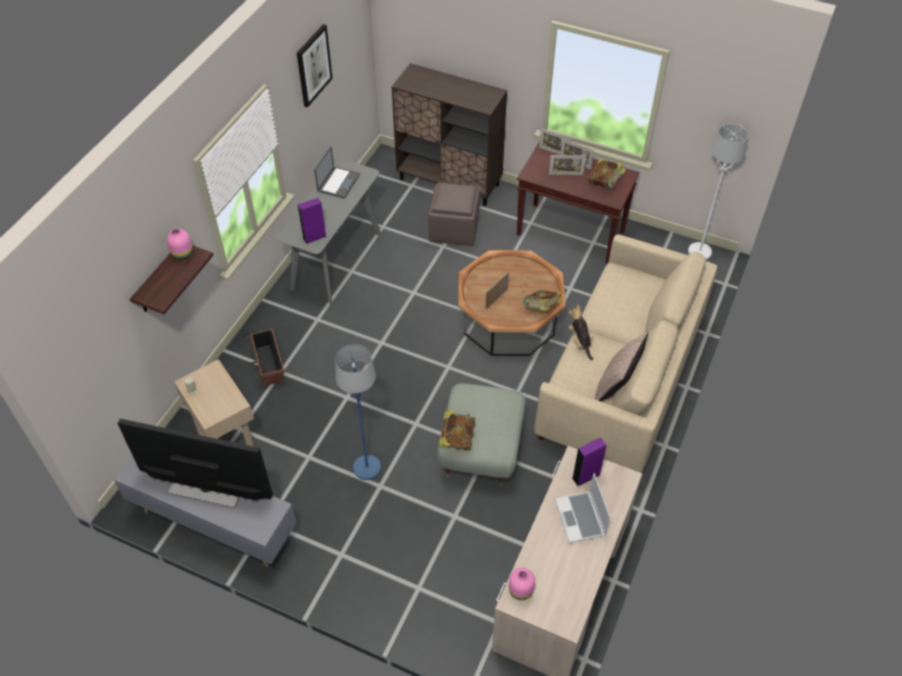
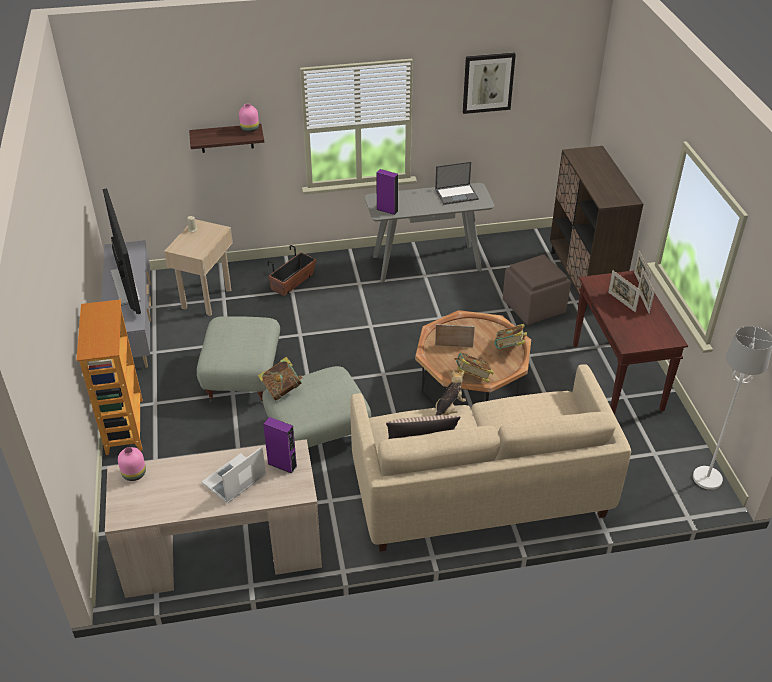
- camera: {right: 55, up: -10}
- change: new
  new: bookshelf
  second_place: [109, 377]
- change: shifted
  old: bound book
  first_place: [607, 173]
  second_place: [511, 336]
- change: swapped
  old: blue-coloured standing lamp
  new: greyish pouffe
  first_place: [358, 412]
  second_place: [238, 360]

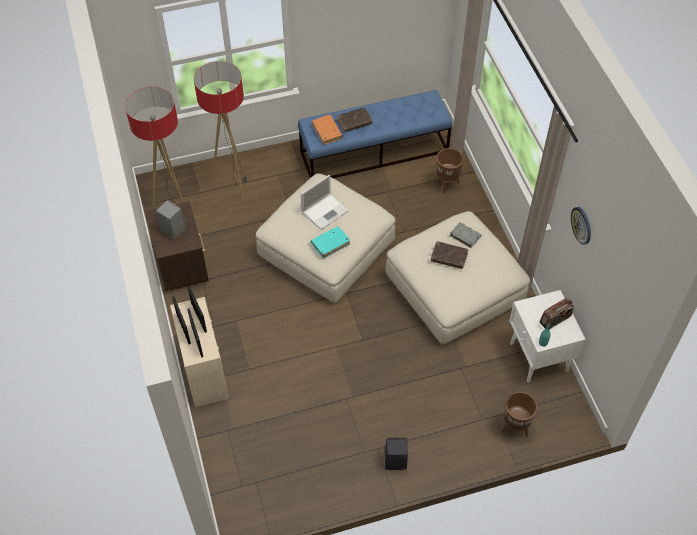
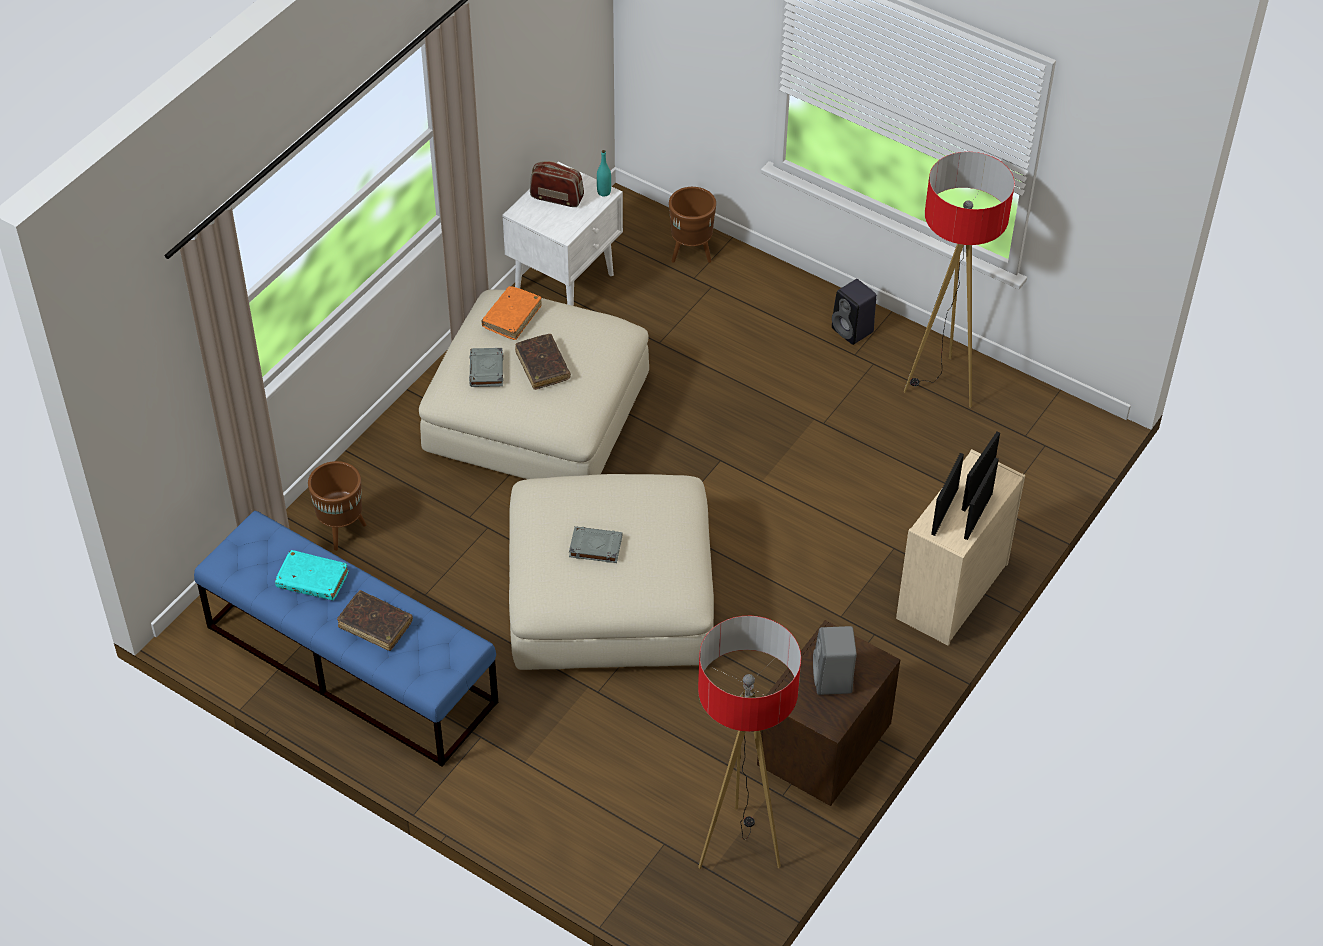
- camera: {right: -130, up: -5}
- change: gone
  old: hanging clock
  first_place: [581, 226]
- change: shifted
  old: standing lamp
  first_place: [220, 131]
  second_place: [959, 280]
- change: shifted
  old: blue-green bound book
  first_place: [330, 242]
  second_place: [312, 575]
- change: shifted
  old: orangey bound book
  first_place: [327, 130]
  second_place: [511, 313]
- change: swapped
  old: laptop
  new: greyish bound book
  first_place: [325, 202]
  second_place: [595, 544]

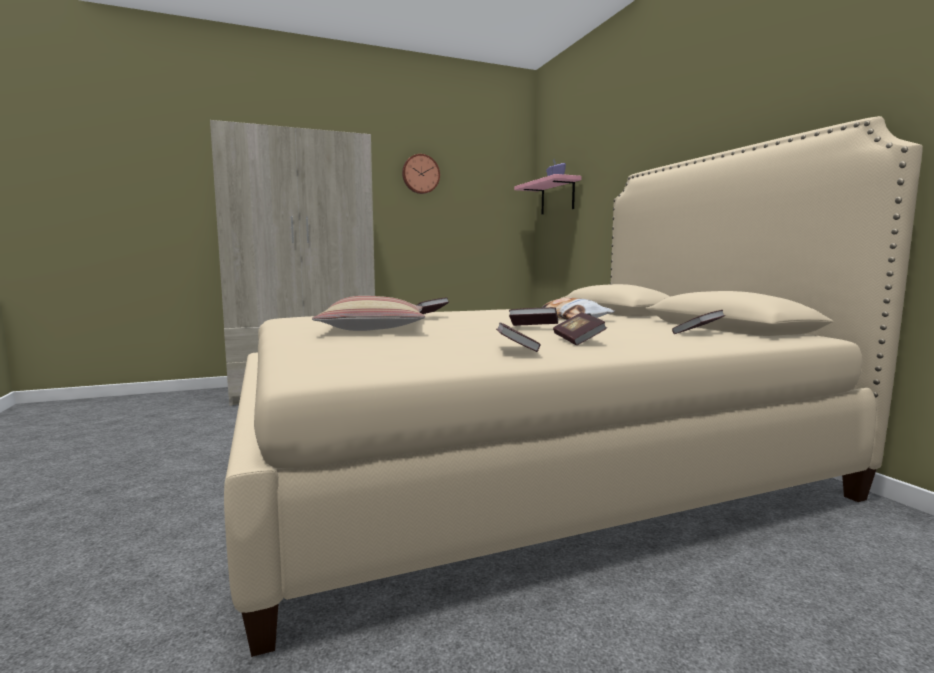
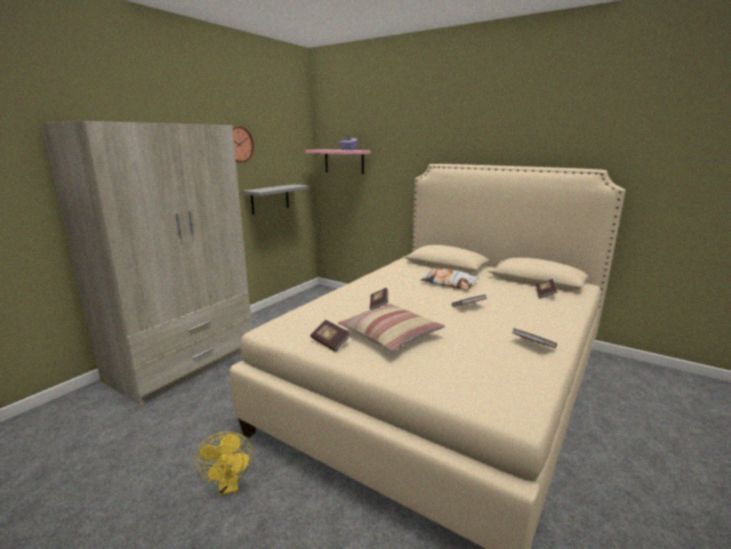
- camera: {right: -35, up: 10}
- change: new
  new: yellow-coloured fan
  second_place: [224, 464]
- change: new
  new: greyish wall shelf
  second_place: [276, 199]
- change: shifted
  old: bound book
  first_place: [580, 329]
  second_place: [330, 336]

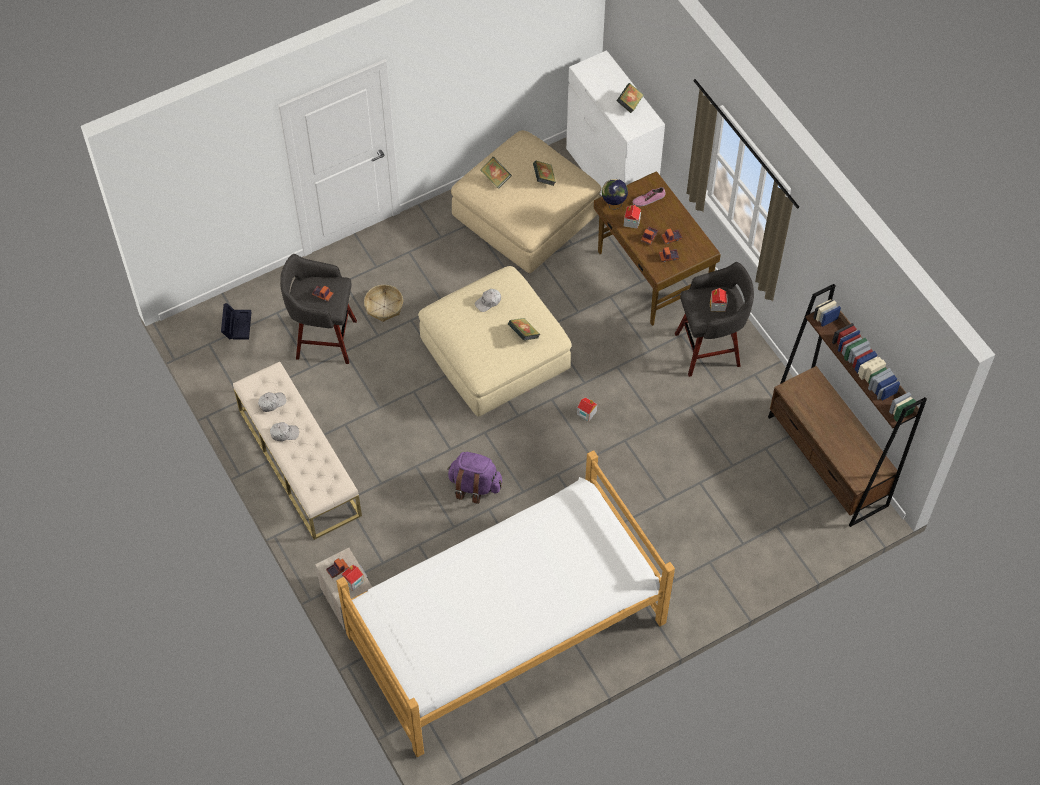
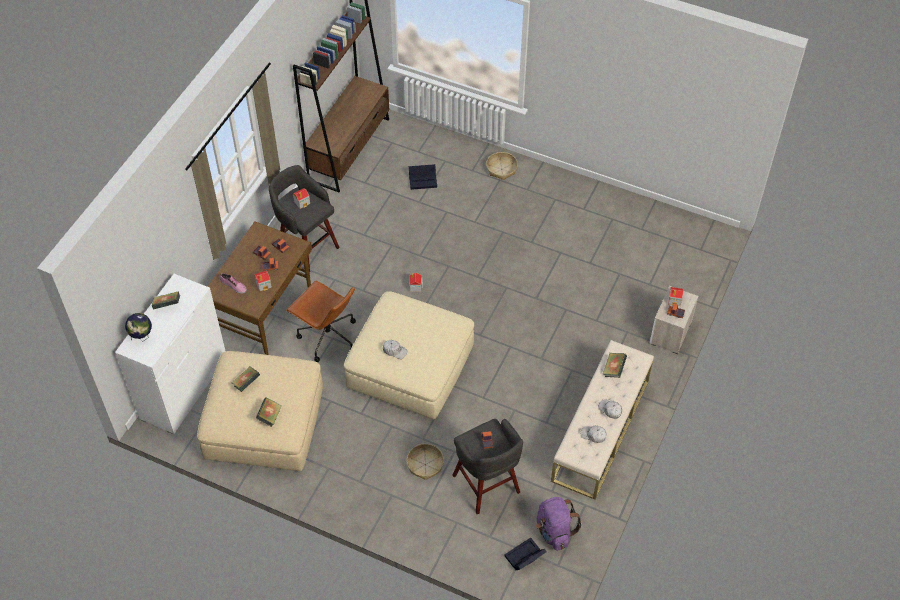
- camera: {right: -125, up: -5}
- change: gone
  old: sleeping bed
  first_place: [505, 603]
- change: new
  new: brown computer chair
  second_place: [321, 321]
- change: new
  new: black storage container
  second_place: [423, 177]
- change: new
  new: household basket
  second_place: [502, 166]
- change: shifted
  old: purple-coloured rucksack
  first_place: [474, 478]
  second_place: [559, 524]
- change: shifted
  old: bound book
  first_place: [524, 329]
  second_place: [615, 365]
- change: shifted
  old: world globe
  first_place: [615, 194]
  second_place: [138, 327]

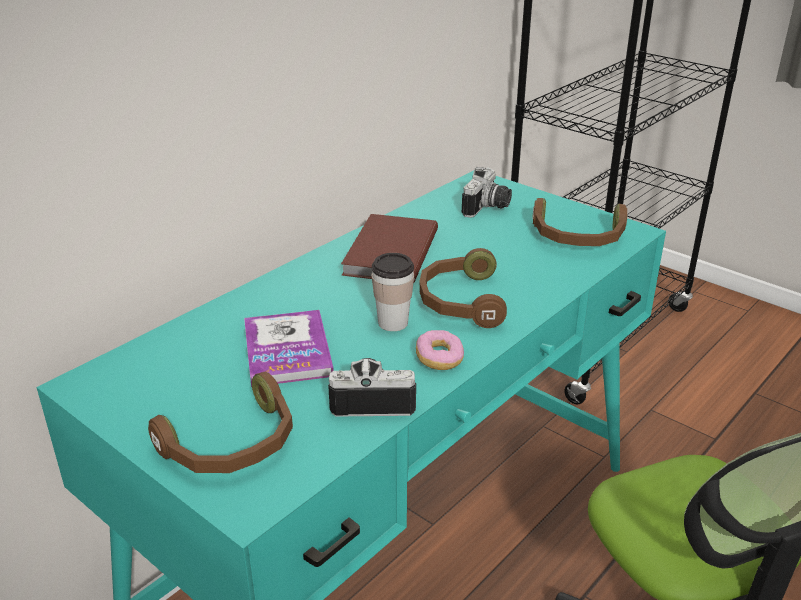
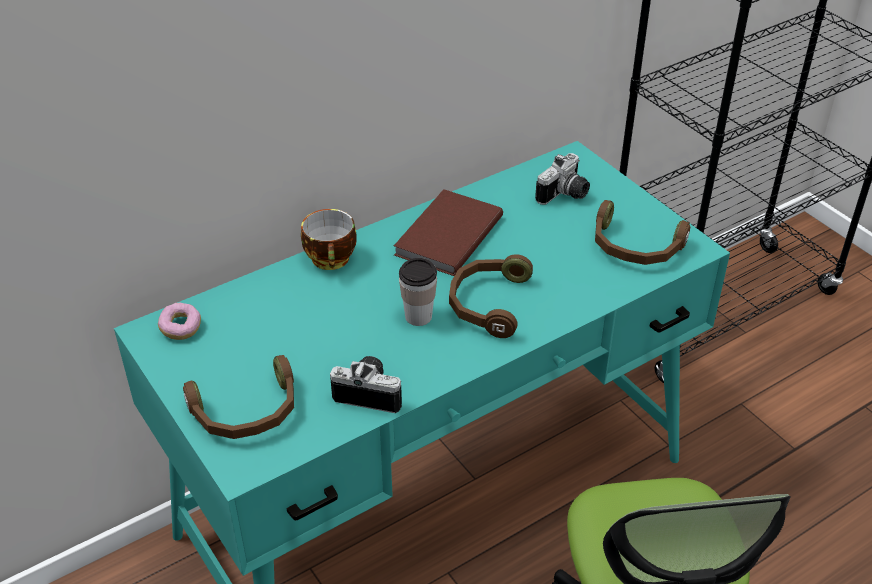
- camera: {right: 15, up: 10}
- change: gone
  old: bound book
  first_place: [289, 348]
- change: new
  new: cup
  second_place: [328, 239]
- change: shifted
  old: donut
  first_place: [440, 350]
  second_place: [179, 321]

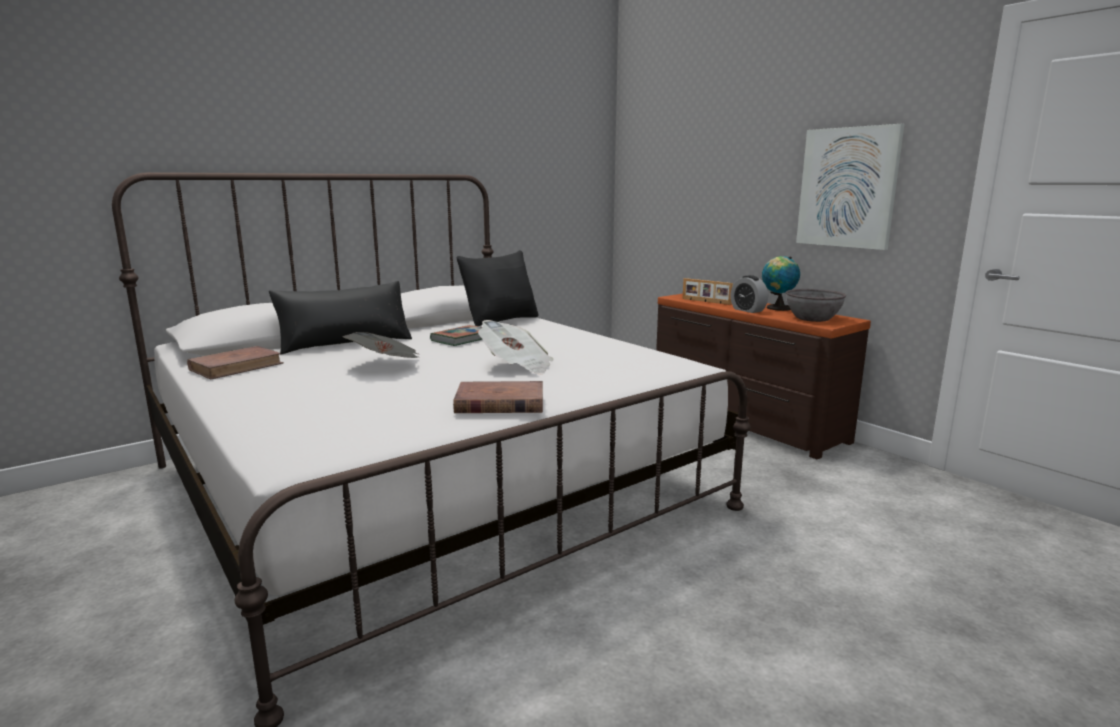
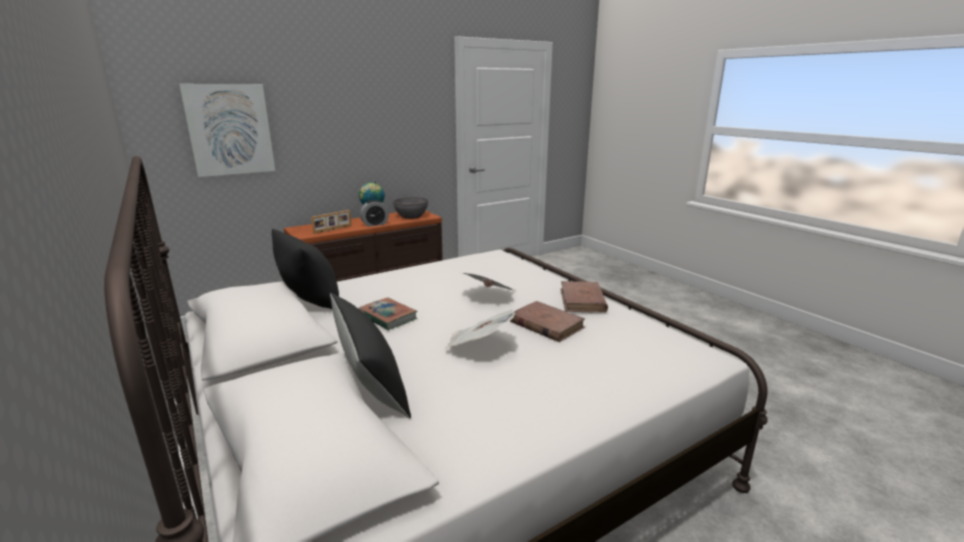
- camera: {right: -85, up: 5}
- change: shifted
  old: brown bound book
  first_place: [235, 362]
  second_place: [547, 321]
- change: shifted
  old: picture
  first_place: [850, 187]
  second_place: [227, 130]

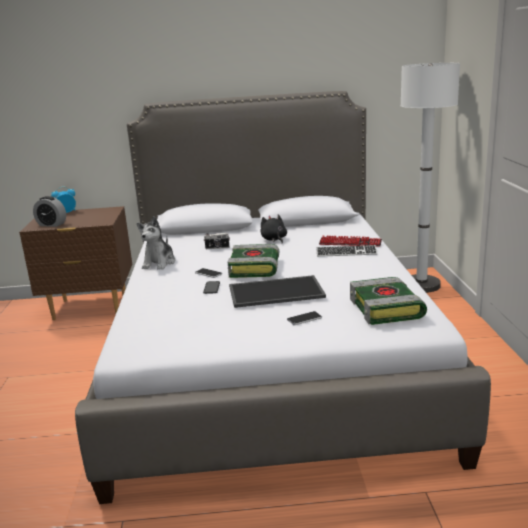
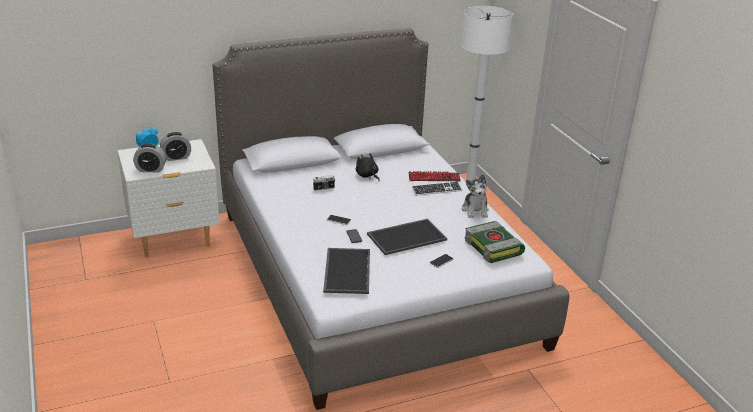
- camera: {right: -20, up: 10}
- change: gone
  old: bound book
  first_place: [254, 261]
- change: new
  new: bedside clock
  second_place: [175, 146]
- change: new
  new: carrying tray
  second_place: [346, 271]
- change: shifted
  old: plush toy
  first_place: [156, 243]
  second_place: [475, 196]
- change: repainted
  old: brown night table
  new: white night table
  first_place: [75, 263]
  second_place: [168, 198]

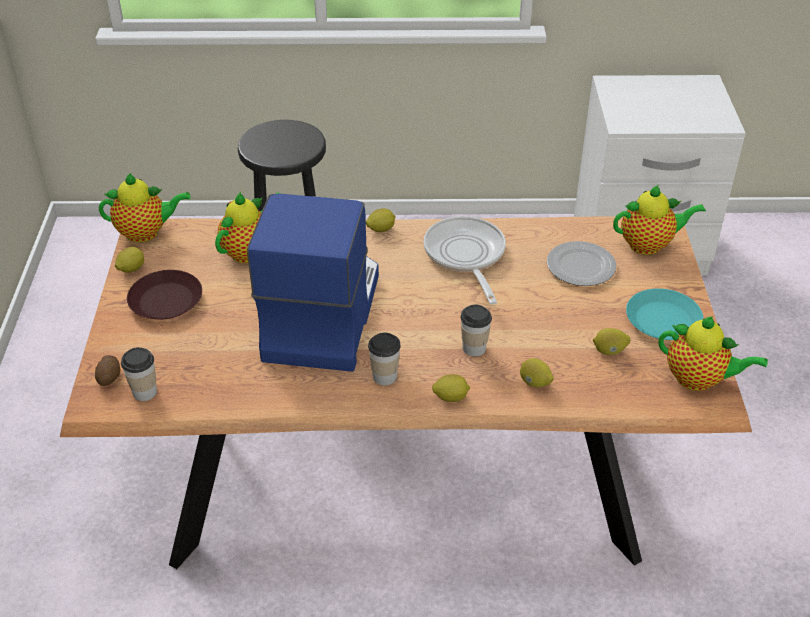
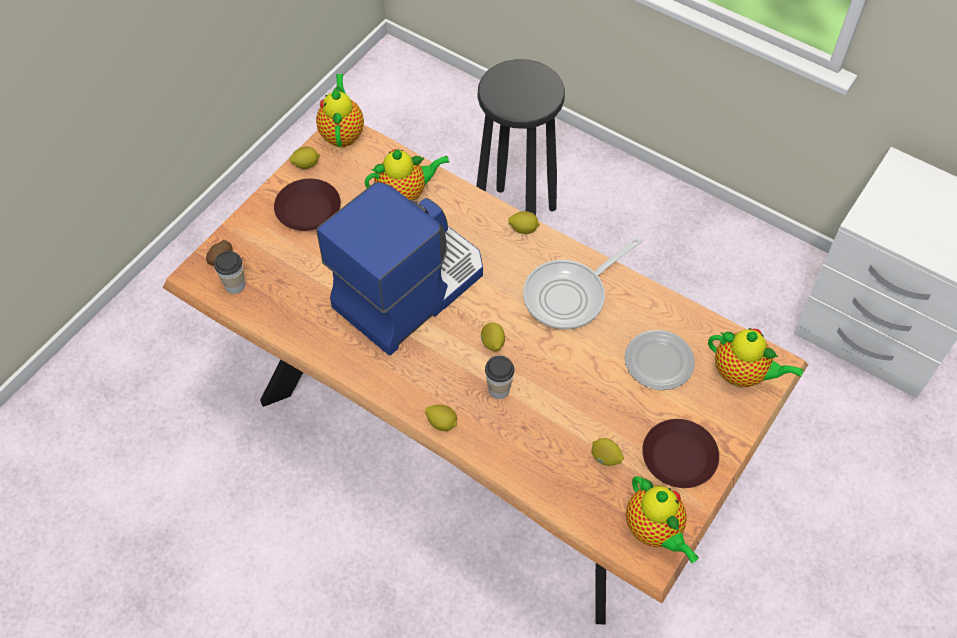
- camera: {right: 35, up: 15}
- change: gone
  old: cup
  first_place: [384, 359]
- change: shifted
  old: whole lemon
  first_place: [537, 372]
  second_place: [493, 337]
- change: repainted
  old: blue-green flat dish
  new: brown flat dish
  first_place: [664, 314]
  second_place: [680, 453]
- change: rotated
  old: teapot
  first_place: [145, 207]
  second_place: [340, 110]
  degrees: -120
- change: rotated
  old: frying pan
  first_place: [465, 260]
  second_place: [583, 283]
  degrees: -150

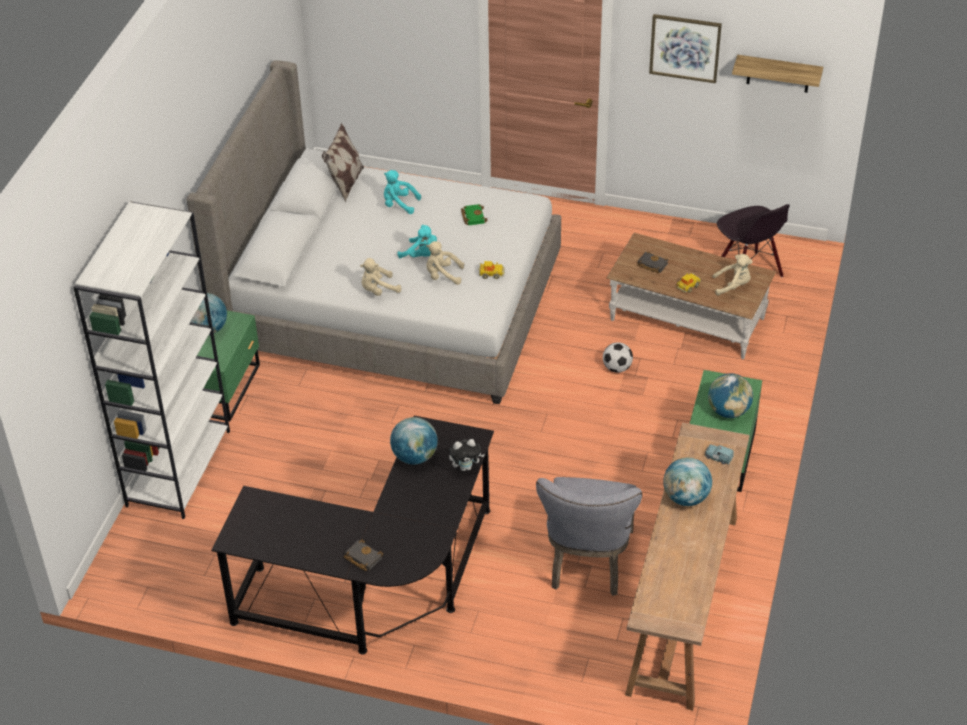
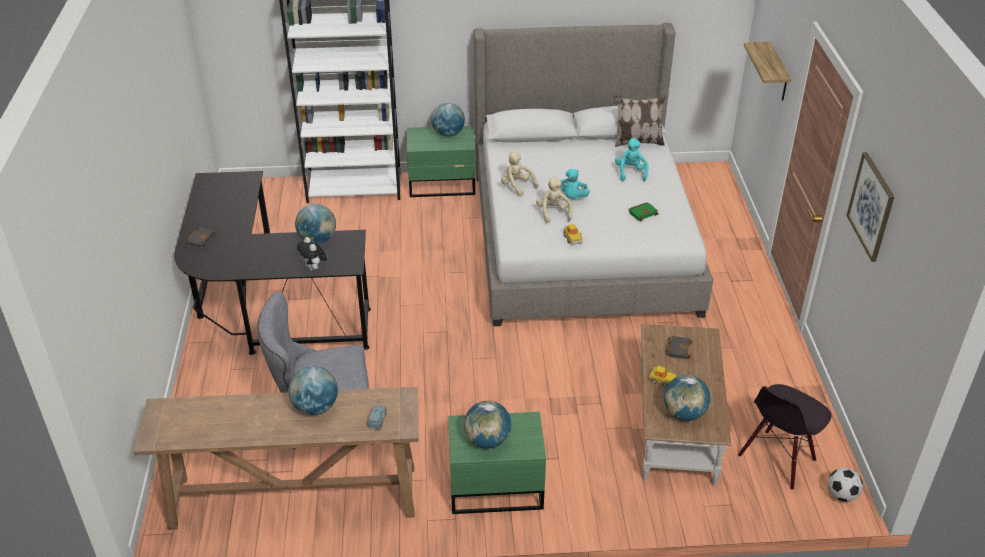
- camera: {right: 70, up: -5}
- change: shifted
  old: football
  first_place: [618, 357]
  second_place: [845, 485]
- change: shifted
  old: wall shelf
  first_place: [777, 74]
  second_place: [768, 71]
- change: swapped
  old: beige plush toy
  new: world globe
  first_place: [732, 275]
  second_place: [687, 398]

